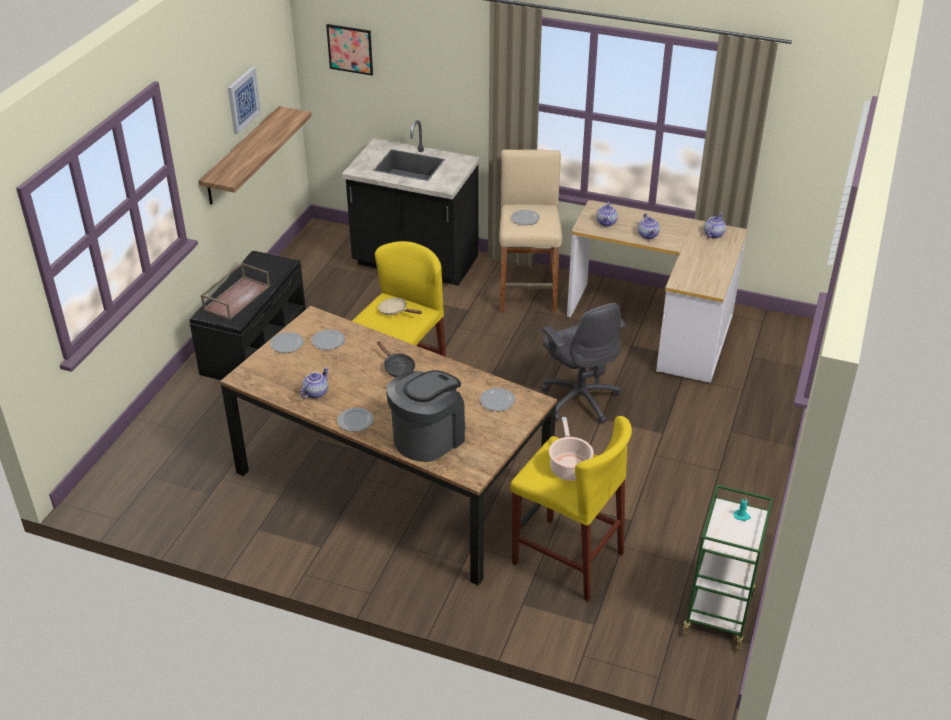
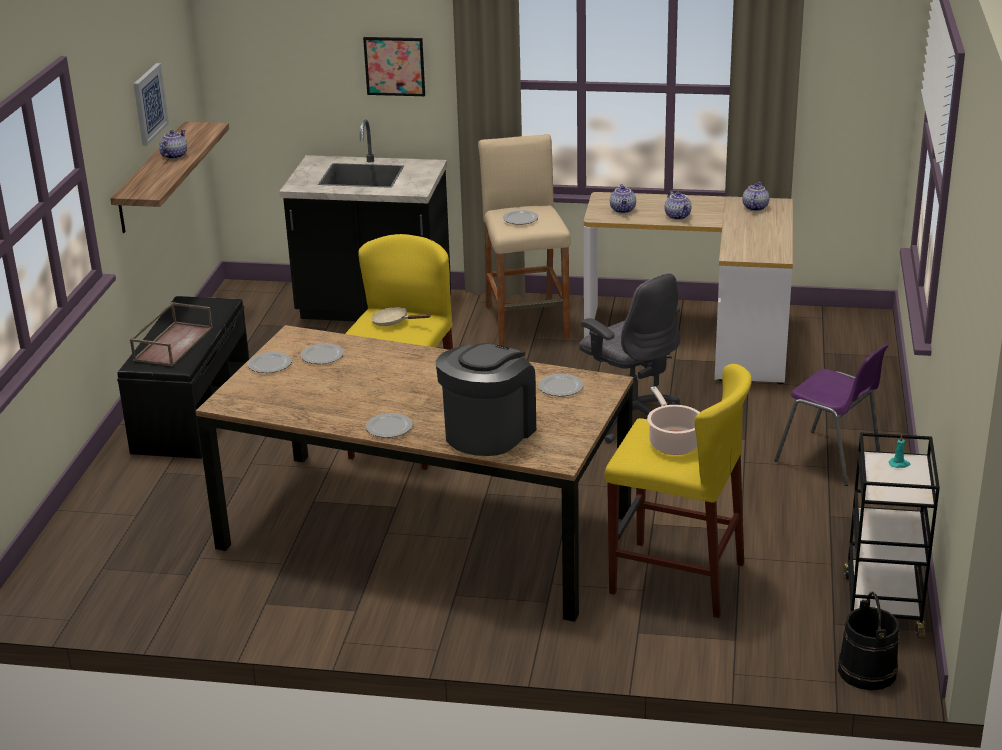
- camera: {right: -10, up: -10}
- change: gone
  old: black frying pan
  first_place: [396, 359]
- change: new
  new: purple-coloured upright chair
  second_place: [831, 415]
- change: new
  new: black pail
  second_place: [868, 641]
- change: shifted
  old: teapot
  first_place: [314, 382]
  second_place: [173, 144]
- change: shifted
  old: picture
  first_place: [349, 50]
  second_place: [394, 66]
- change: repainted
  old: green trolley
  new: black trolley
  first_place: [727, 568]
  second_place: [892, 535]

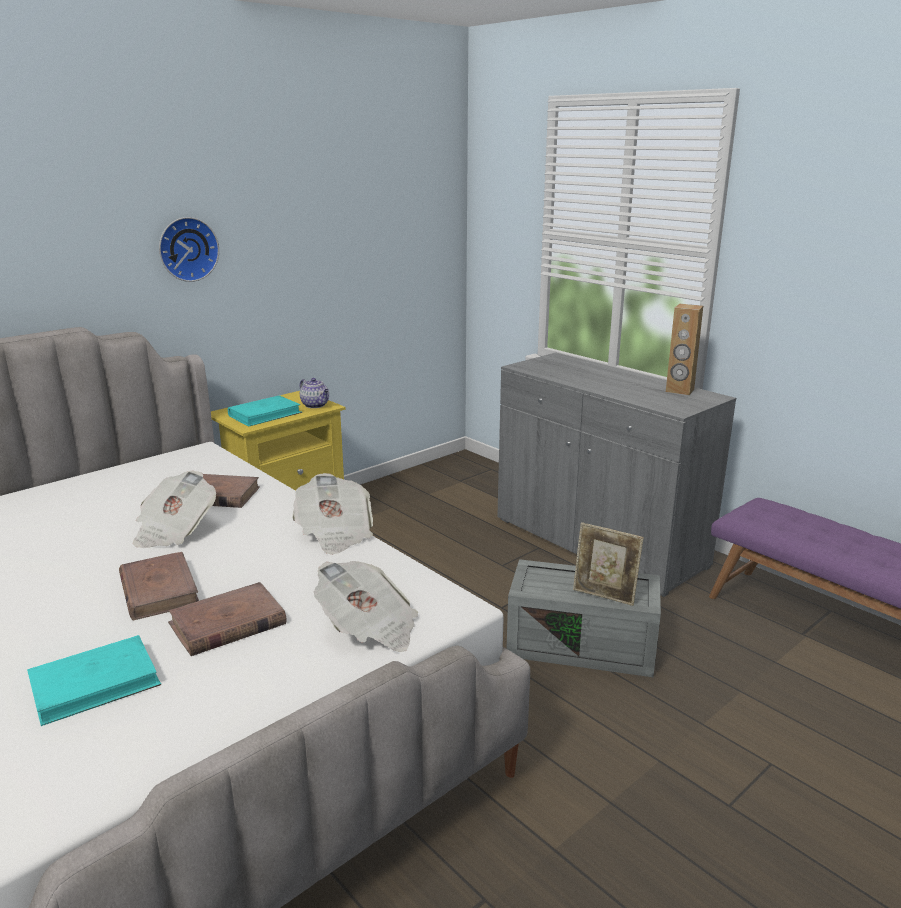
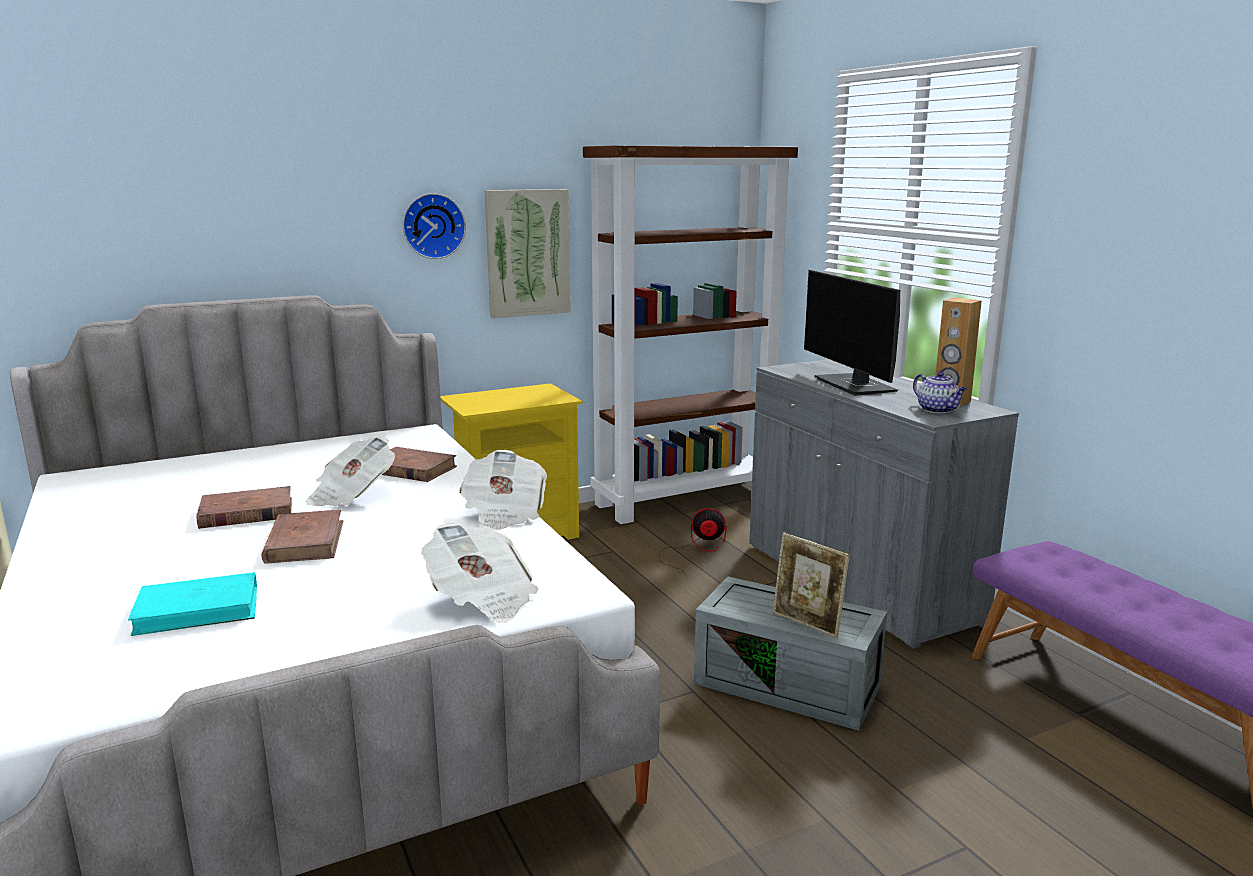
- camera: {right: 15, up: -5}
- change: gone
  old: blue-green bound book
  first_place: [265, 410]
- change: new
  new: picture
  second_place: [528, 254]
- change: new
  new: brown bookshelf
  second_place: [690, 334]
- change: new
  new: fan
  second_place: [693, 544]
- change: new
  new: computer screen
  second_place: [852, 333]
- change: shifted
  old: brown bound book
  first_place: [227, 619]
  second_place: [244, 507]
- change: shifted
  old: teapot
  first_place: [314, 393]
  second_place: [940, 392]

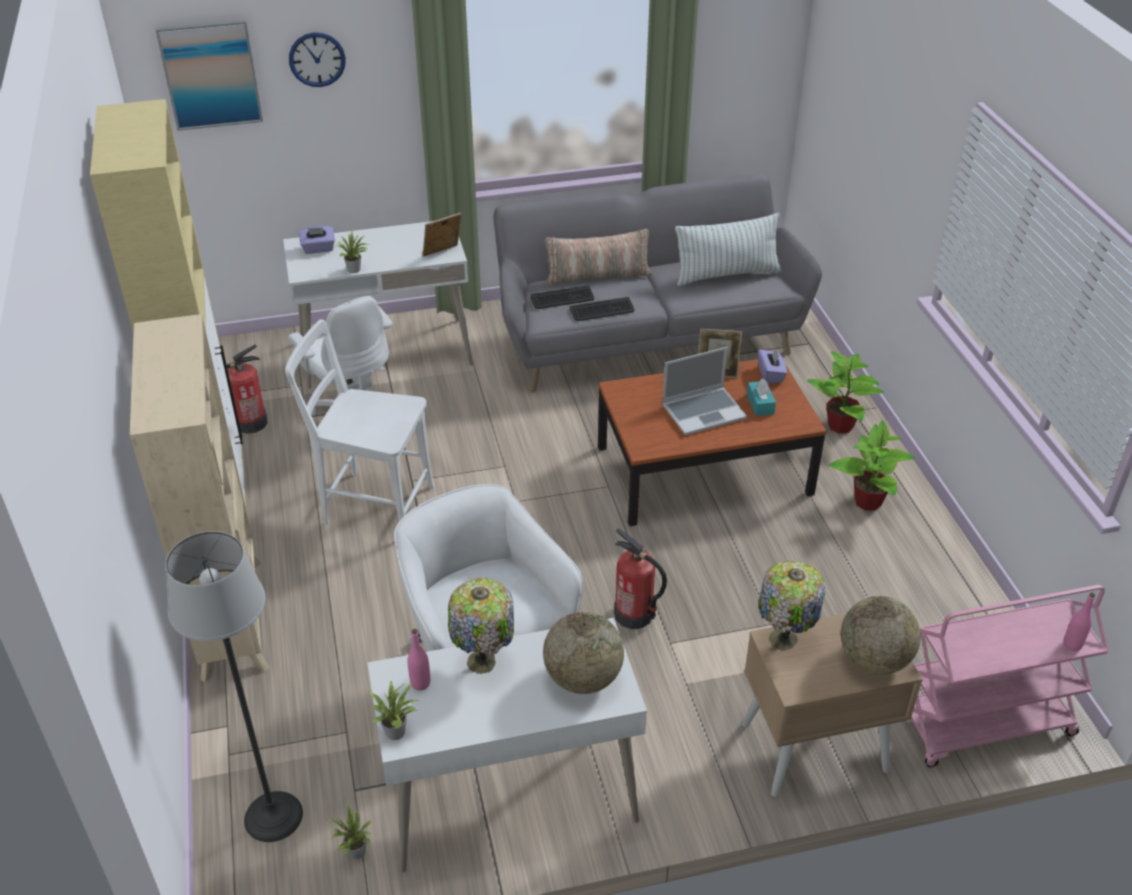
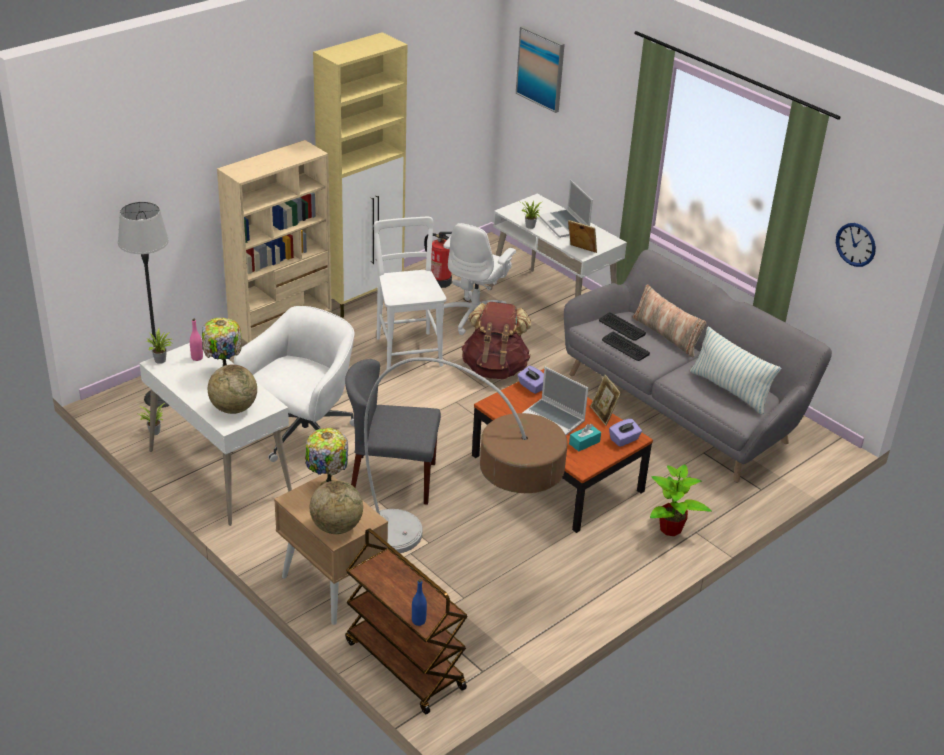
- camera: {right: 60, up: -5}
- change: gone
  old: plant in a pot
  first_place: [872, 465]
- change: new
  new: standing lamp
  second_place: [465, 455]
- change: new
  new: brown rucksack
  second_place: [496, 340]
- change: new
  new: laptop
  second_place: [566, 209]
- change: shifted
  old: hanging clock
  first_place: [317, 59]
  second_place: [856, 245]
- change: shifted
  old: purple-coloured tissue holder
  first_place: [317, 240]
  second_place: [530, 380]
- change: swapped
  old: extinguisher
  new: greyish upright chair
  first_place: [640, 578]
  second_place: [393, 432]
- change: repainted
  old: pinkish trolley
  new: brown trolley
  first_place: [1010, 676]
  second_place: [406, 621]
- change: repainted
  old: pinkish beverage bottle
  new: blue-coloured beverage bottle
  first_place: [1079, 622]
  second_place: [419, 602]

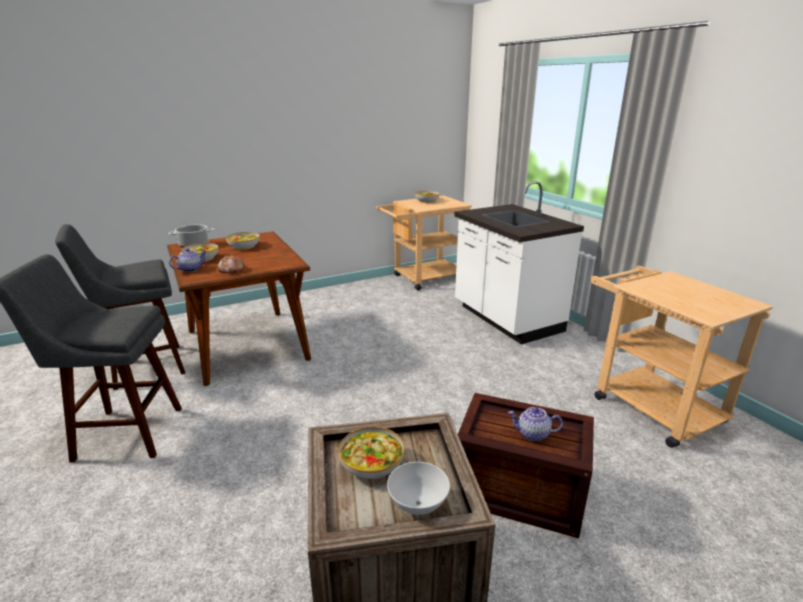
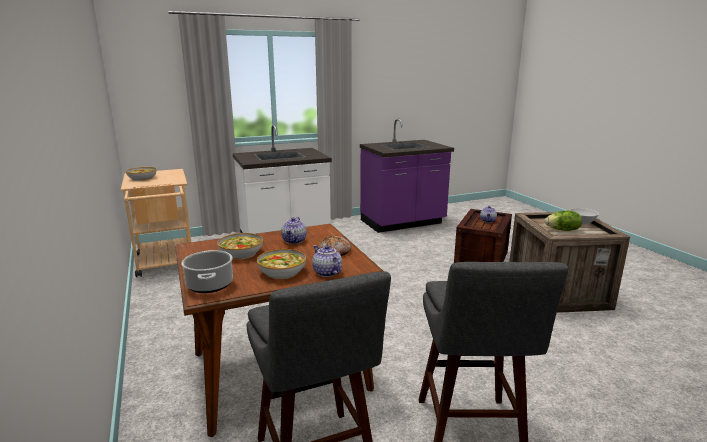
- camera: {right: -85, up: -5}
- change: new
  new: teapot
  second_place: [294, 230]
- change: swapped
  old: serving bowl
  new: lettuce head
  first_place: [371, 453]
  second_place: [563, 221]
- change: swapped
  old: beige trolley
  new: purple-coloured kitchen counter
  first_place: [682, 357]
  second_place: [407, 175]

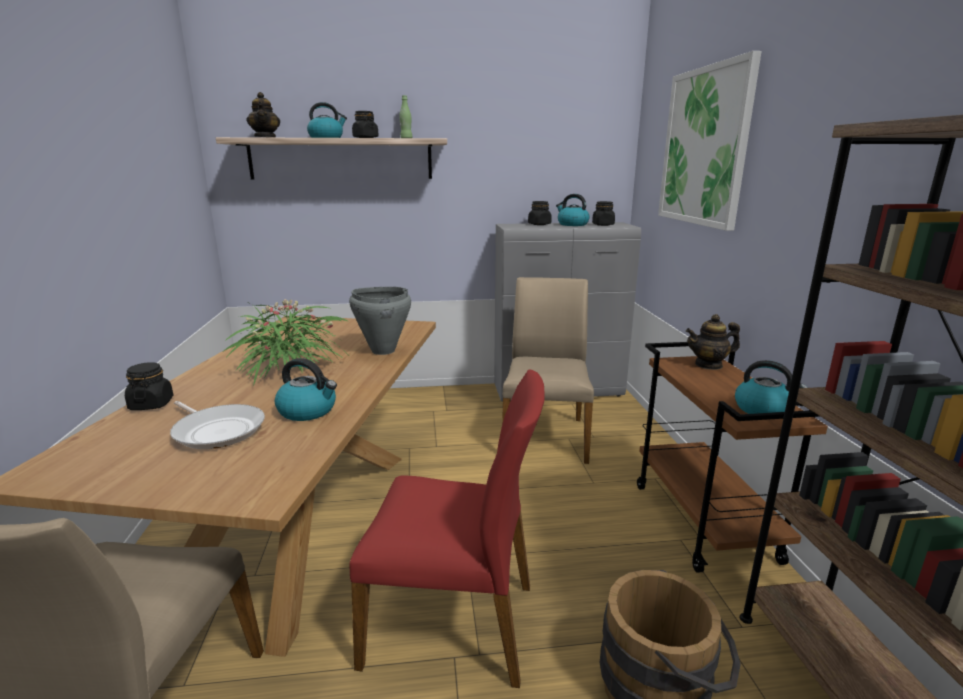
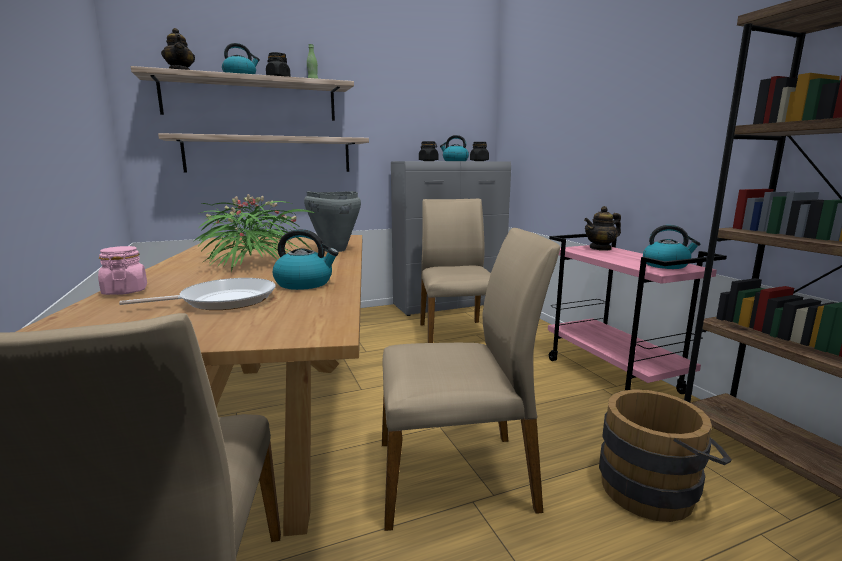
- camera: {right: -15, up: -5}
- change: gone
  old: picture
  first_place: [710, 141]
- change: new
  new: wall shelf
  second_place: [263, 153]
- change: repainted
  old: black preserve jar
  new: pinkish preserve jar
  first_place: [149, 386]
  second_place: [122, 270]
- change: repainted
  old: reddish upright chair
  new: beige upright chair
  first_place: [446, 529]
  second_place: [471, 379]
- change: repainted
  old: brown trolley
  new: pinkish trolley
  first_place: [732, 457]
  second_place: [637, 314]
- change: rotated
  old: frying pan
  first_place: [217, 425]
  second_place: [197, 294]
  degrees: -45

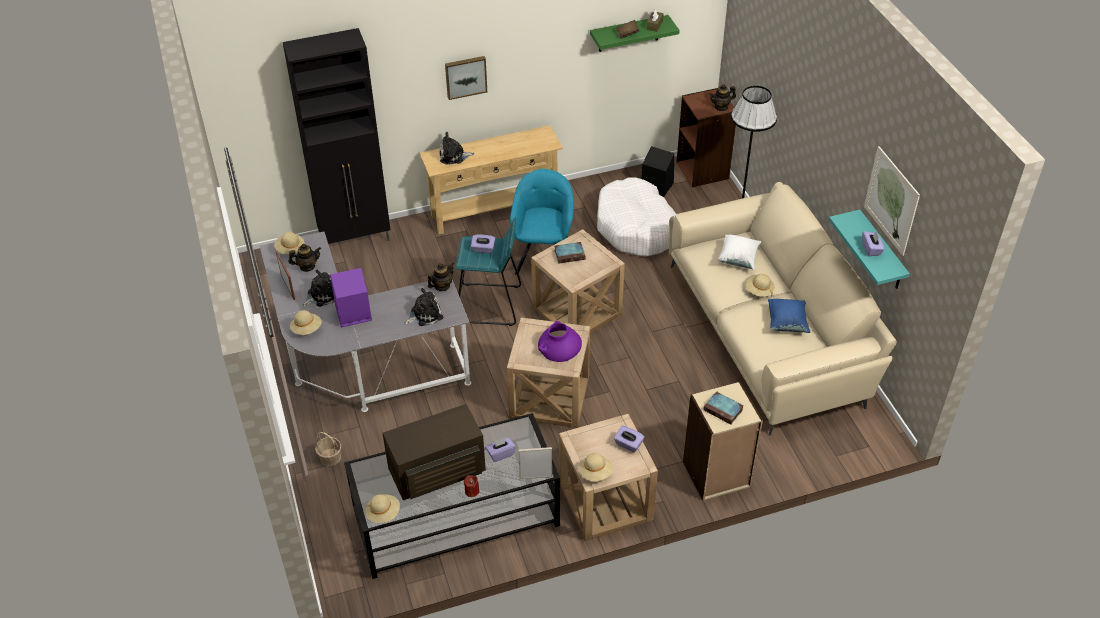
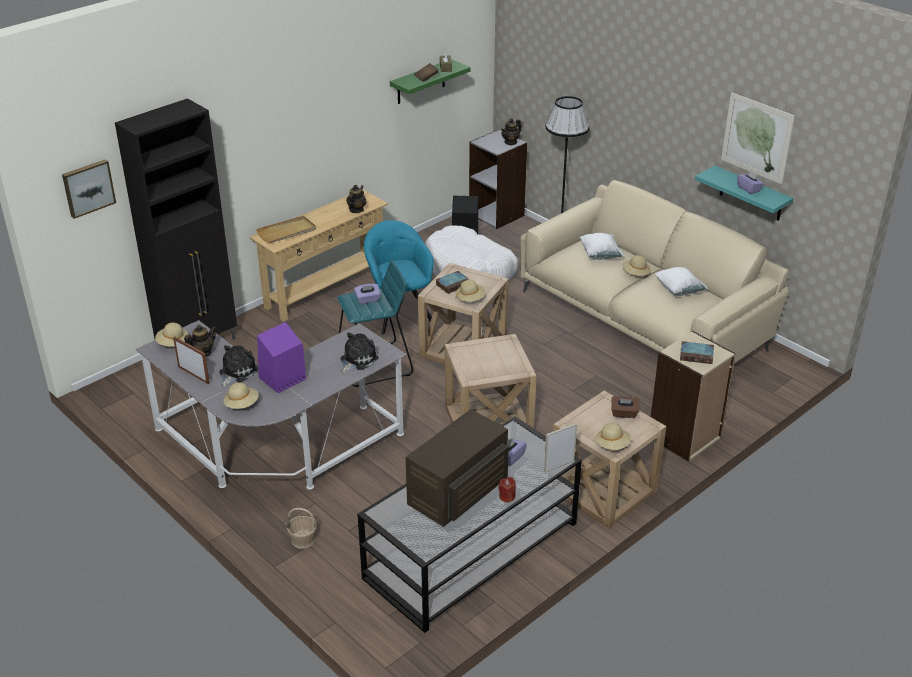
- camera: {right: -25, up: -10}
- change: gone
  old: purple-coloured flower vase
  first_place: [560, 341]
- change: shifted
  old: beige clothing hat
  first_place: [382, 508]
  second_place: [471, 291]
- change: shifted
  old: teapot
  first_place: [441, 276]
  second_place: [356, 199]
- change: shifted
  old: picture
  first_place: [466, 78]
  second_place: [89, 189]
- change: swapped
  old: plush toy
  new: beige carrying tray
  first_place: [456, 148]
  second_place: [286, 229]
- change: repainted
  old: purple-coloured tissue holder
  new: brown tissue holder
  first_place: [629, 439]
  second_place: [625, 407]
- change: repainted
  old: brown bookshelf
  new: greyish bookshelf
  first_place: [706, 137]
  second_place: [498, 179]
- change: repainted
  old: blue-coloured pillow
  new: white pillow
  first_place: [789, 316]
  second_place: [681, 281]

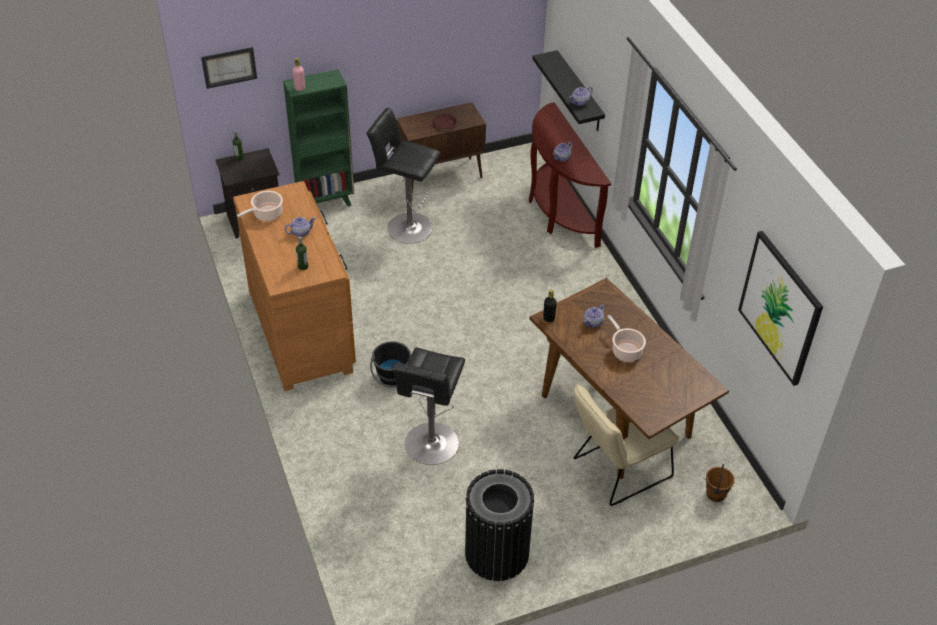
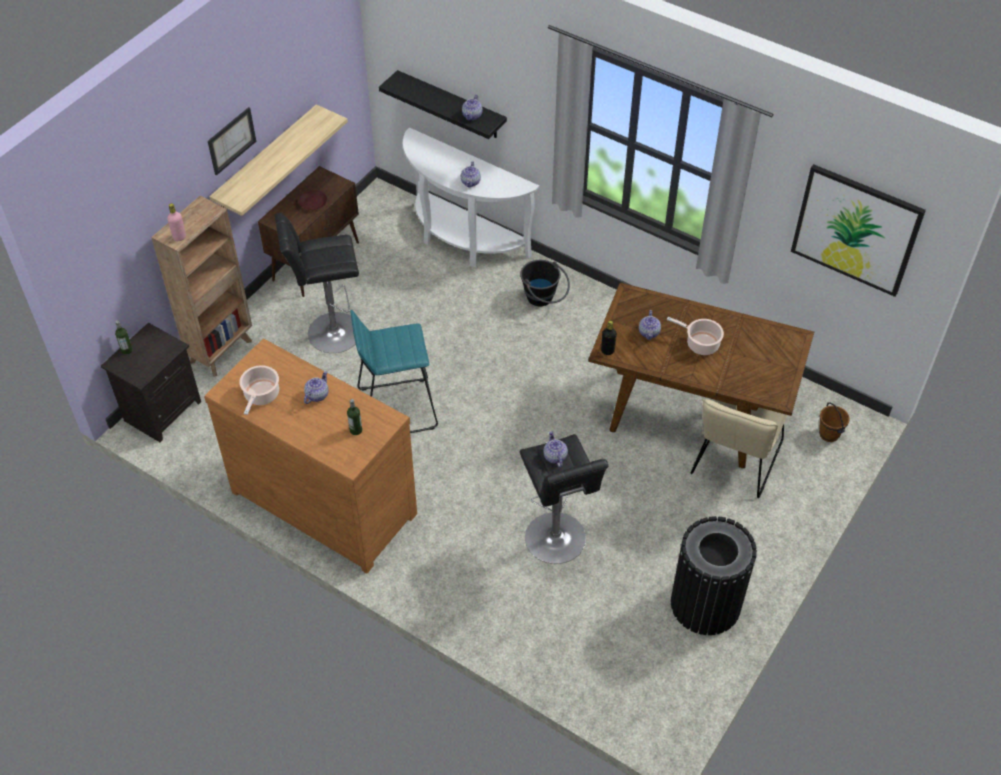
- camera: {right: -35, up: 5}
- change: new
  new: wall shelf
  second_place: [278, 160]
- change: new
  new: blue-green sitting stool
  second_place: [394, 371]
- change: new
  new: teapot
  second_place: [556, 449]
- change: shifted
  old: picture
  first_place: [229, 68]
  second_place: [232, 141]
- change: shifted
  old: black pail
  first_place: [391, 364]
  second_place: [545, 283]
- change: repainted
  old: green bookshelf
  new: brown bookshelf
  first_place: [318, 138]
  second_place: [201, 286]
- change: repainted
  old: brown narrow table
  new: white narrow table
  first_place: [570, 175]
  second_place: [471, 197]

